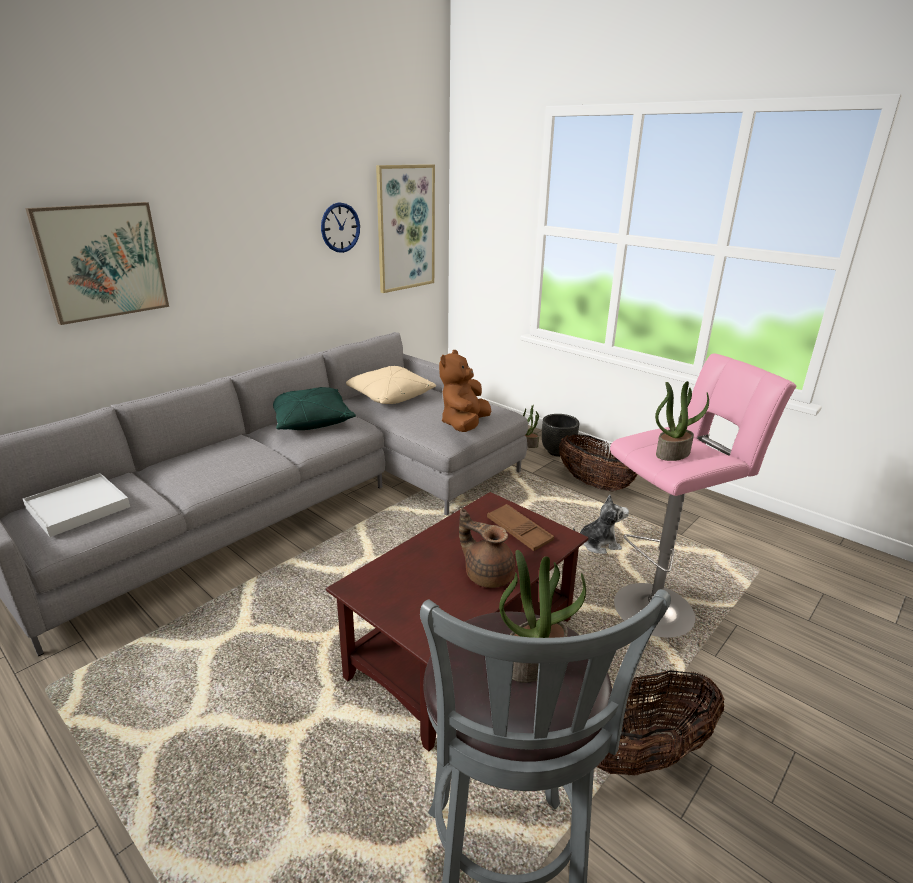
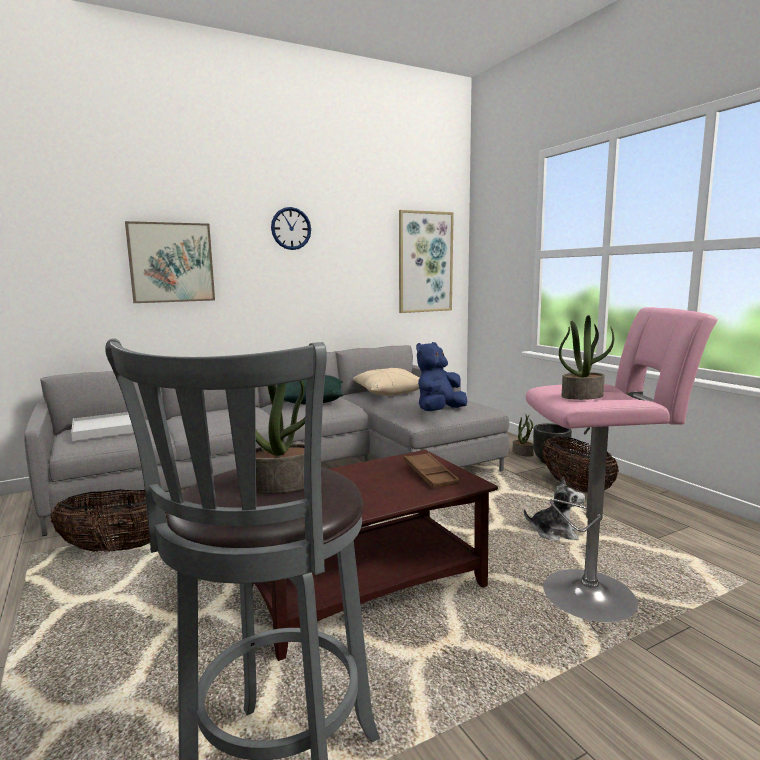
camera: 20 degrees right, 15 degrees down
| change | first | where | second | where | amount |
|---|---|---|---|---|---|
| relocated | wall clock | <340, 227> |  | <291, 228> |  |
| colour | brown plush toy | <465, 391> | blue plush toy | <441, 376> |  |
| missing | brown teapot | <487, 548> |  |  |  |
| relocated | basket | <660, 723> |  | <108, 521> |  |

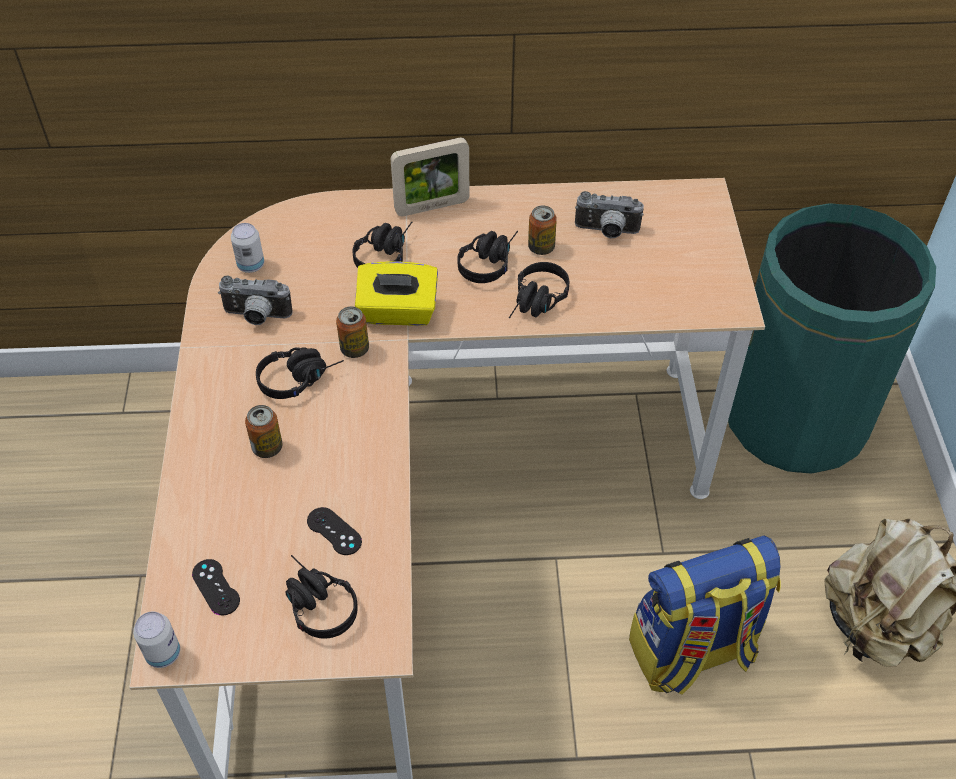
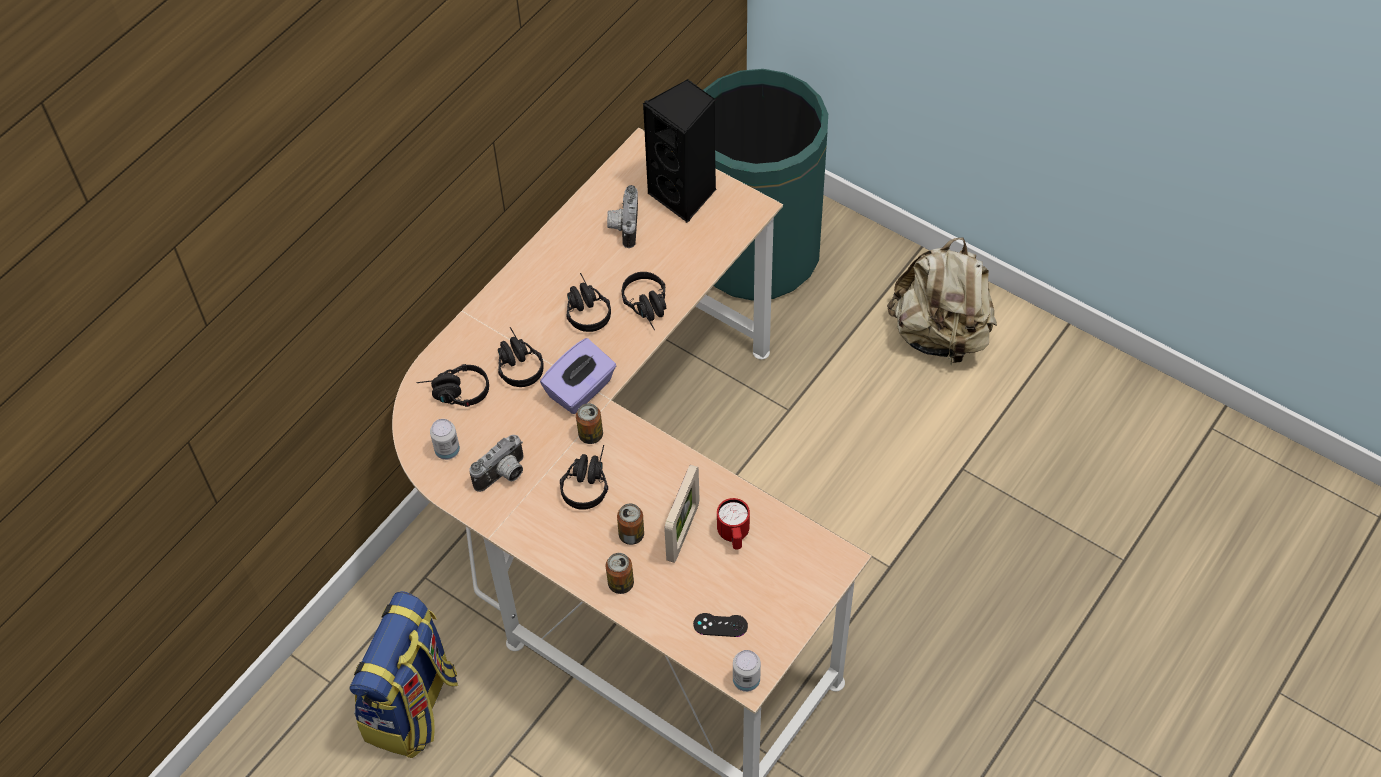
camera: 50 degrees left, 5 degrees up
| change | first | where | second | where | amount |
|---|---|---|---|---|---|
| relocated | black headphones | <321, 597> |  | <453, 385> |  |
| exchanged | black game controller | <334, 531> | red mug | <733, 524> |  |
| colour | yellow tissue box | <396, 293> | purple tissue box | <578, 376> |  |
| relocated | picture frame | <430, 177> |  | <681, 514> |  |
| relocated | can | <542, 230> |  | <620, 573> |  |
| spun | photo camera | <609, 214> |  | <622, 216> | 135 degrees clockwise |
| relocated | backpack | <705, 615> |  | <404, 674> |  |
| appeared |  |  | black speaker | <679, 151> |  |

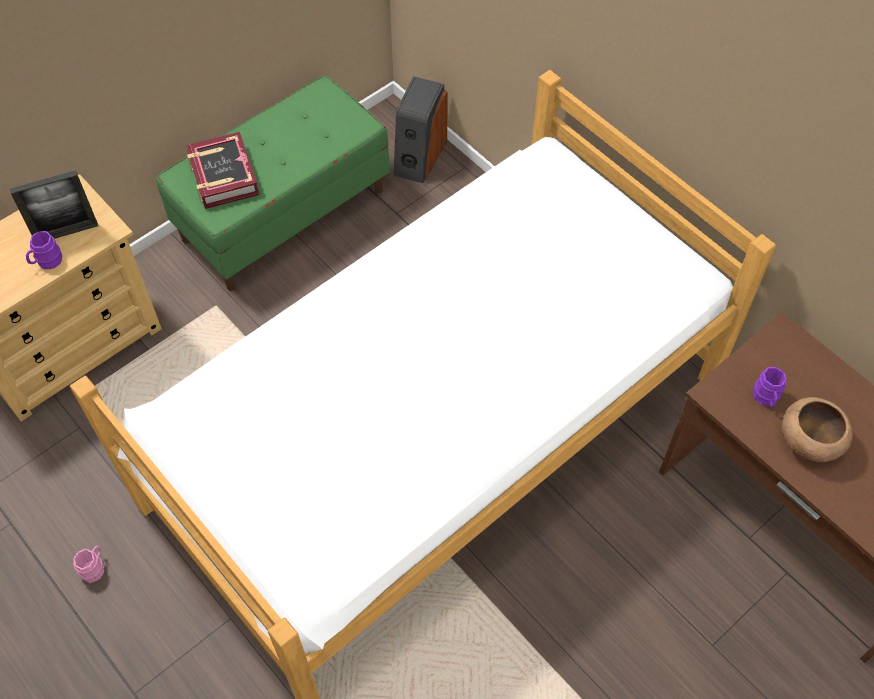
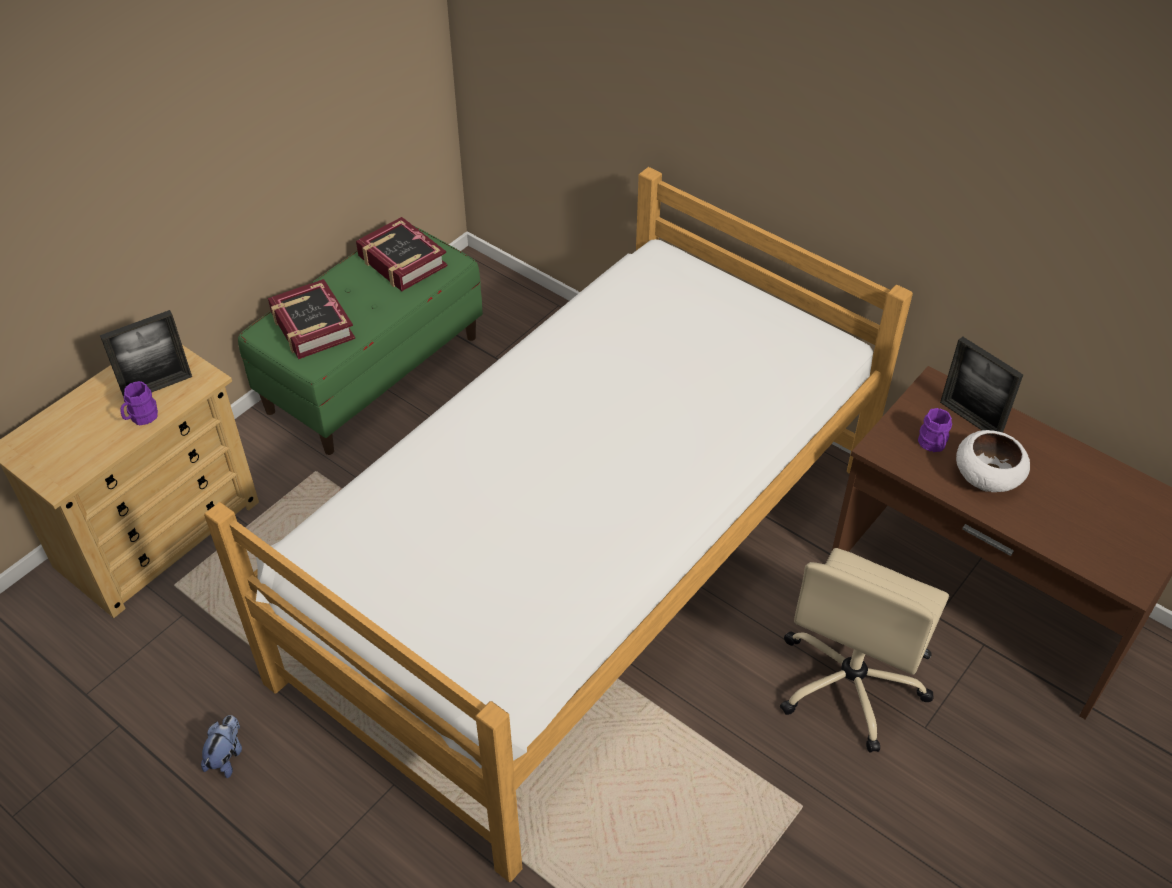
camera: 10 degrees left, 10 degrees down
| change | first | where | second | where | amount |
|---|---|---|---|---|---|
| exchanged | pink mug | <88, 564> | plush toy | <221, 746> |  |
| missing | speaker | <420, 129> |  |  |  |
| colour | brown bowl | <817, 429> | white bowl | <993, 461> |  |
| appeared |  |  | book | <402, 254> |  |
| appeared |  |  | beige office chair | <864, 650> |  |
| appeared |  |  | picture frame | <981, 385> |  |

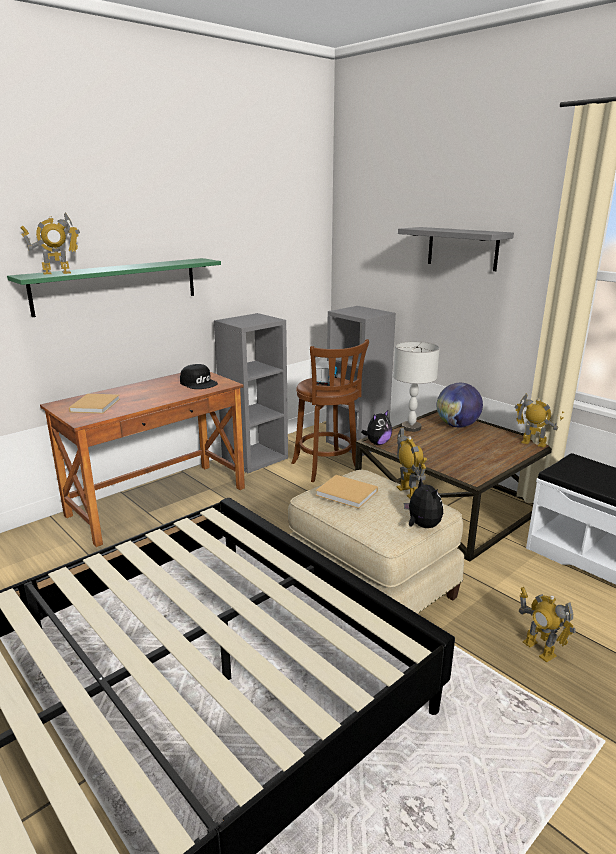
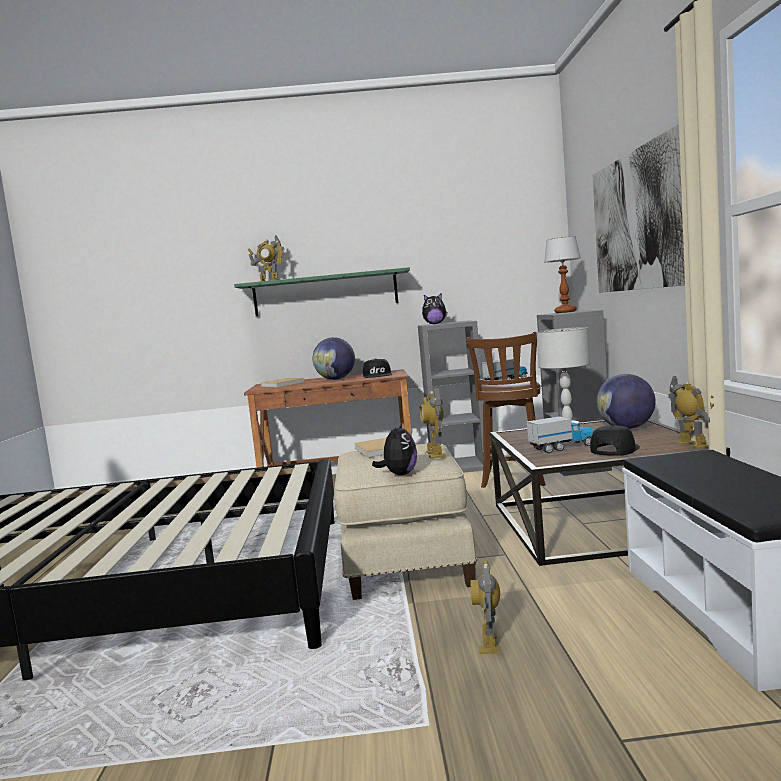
camera: 40 degrees right, 15 degrees down
| change | first | where | second | where | amount |
|---|---|---|---|---|---|
| relocated | plush toy | <376, 427> |  | <434, 308> |  |
| spun | toy robot | <411, 463> |  | <432, 423> | 150 degrees clockwise |
| exchanged | grey shelf | <456, 249> | picture | <638, 208> |  |
| appeared |  |  | globe | <334, 358> |  |
| appeared |  |  | toy truck | <560, 434> |  |
| appeared |  |  | table lamp | <562, 274> |  |
| appeared |  |  | black cap | <615, 440> |  |

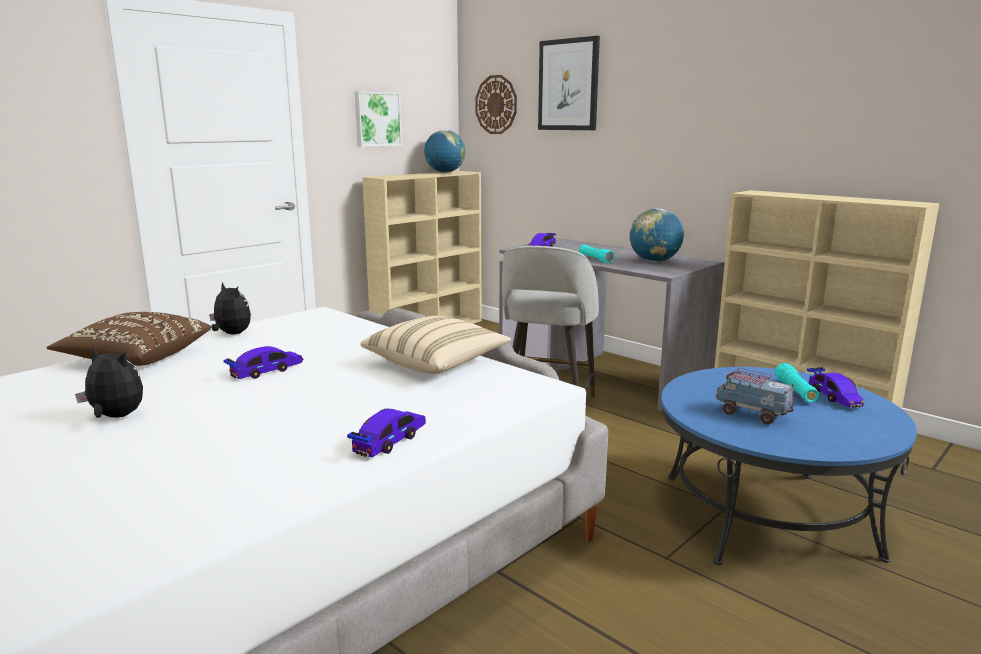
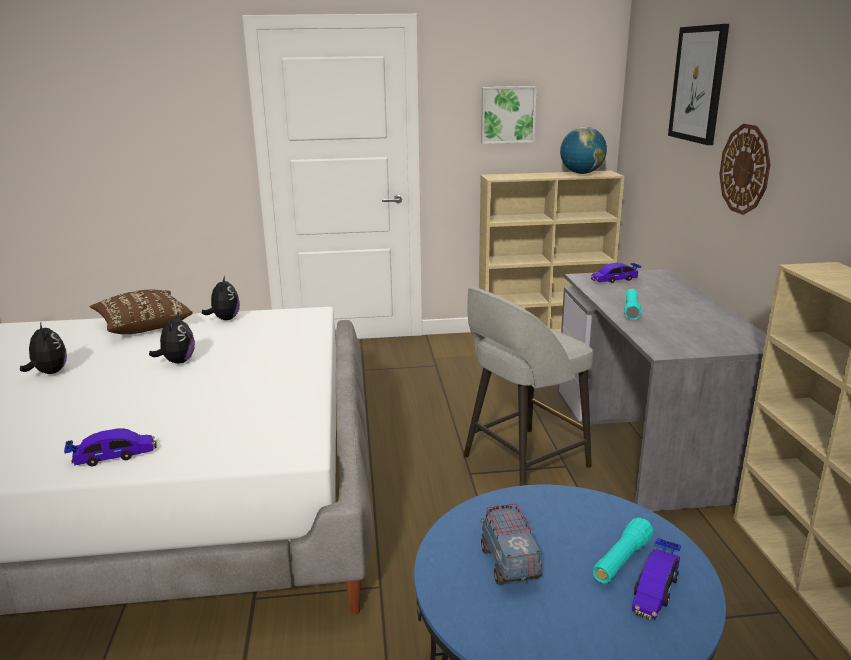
camera: 40 degrees right, 5 degrees up
| change | first | where | second | where | amount |
|---|---|---|---|---|---|
| exchanged | toy car | <263, 362> | plush toy | <172, 337> |  |
| missing | beige pillow | <435, 345> |  |  |  |
| relocated | wall clock | <496, 104> |  | <745, 169> |  |
| missing | globe | <656, 235> |  |  |  |

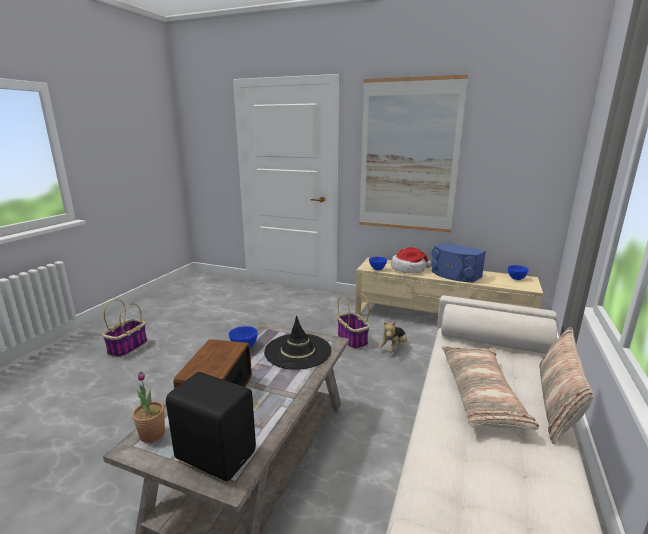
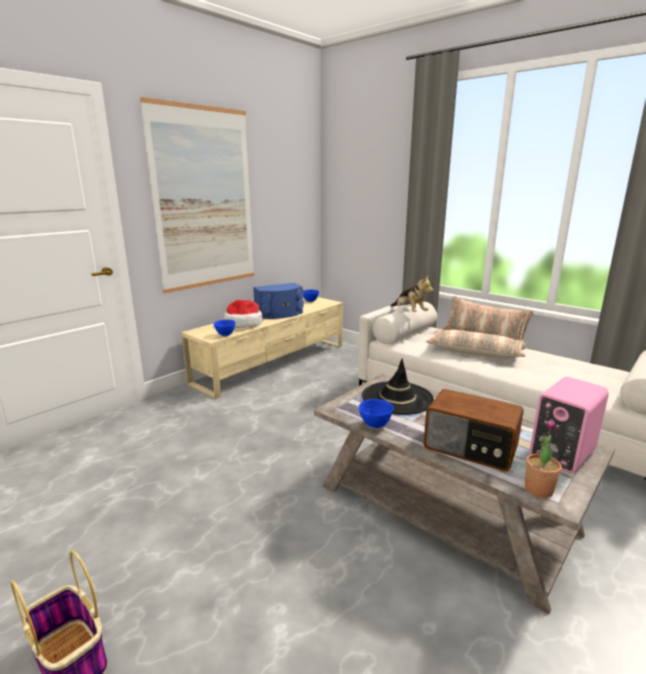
camera: 70 degrees left, 0 degrees up
| change | first | where | second | where | amount |
|---|---|---|---|---|---|
| colour | black speaker | <211, 426> | pink speaker | <569, 425> |  |
| missing | basket | <353, 321> |  |  |  |
| relocated | plush toy | <392, 337> |  | <411, 294> |  |

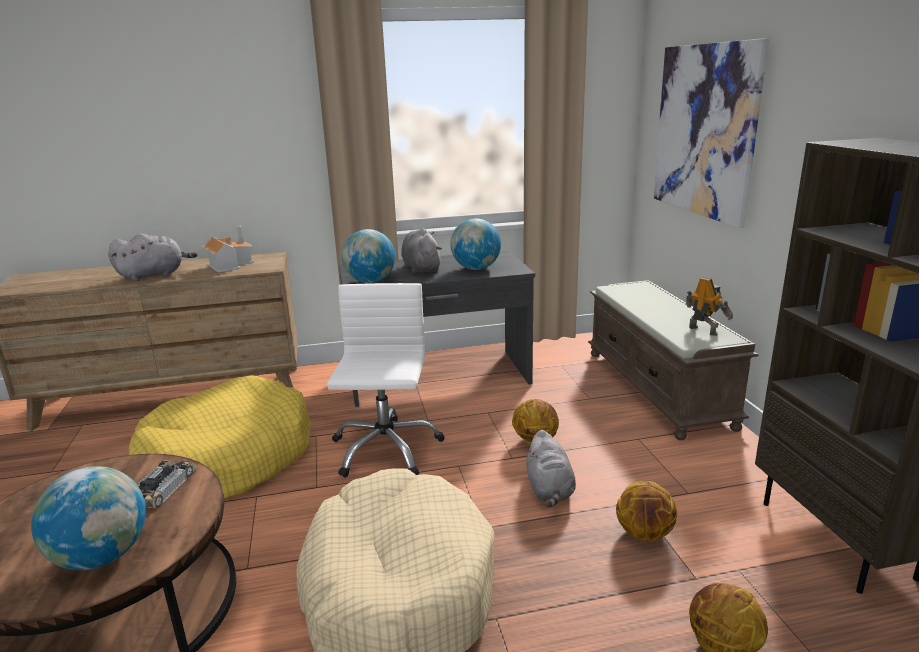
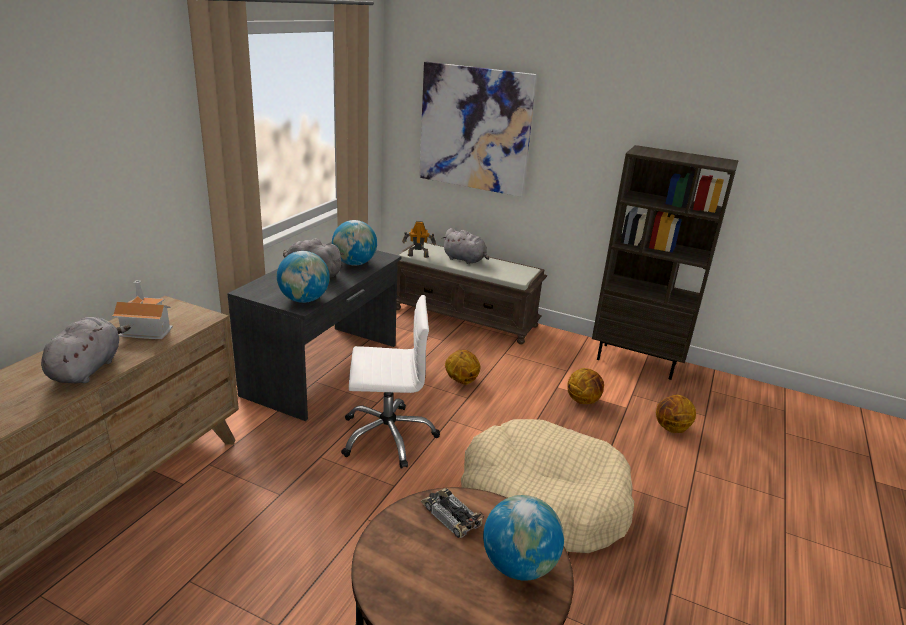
camera: 55 degrees left, 5 degrees up
| change | first | where | second | where | amount |
|---|---|---|---|---|---|
| missing | yellow dog bed | <220, 436> |  |  |  |
| spun | white office chair | <385, 380> |  | <390, 382> | 135 degrees clockwise |
| relocated | grey plush toy | <551, 469> |  | <465, 246> |  |
| relocated | toy robot | <709, 306> |  | <419, 239> |  |

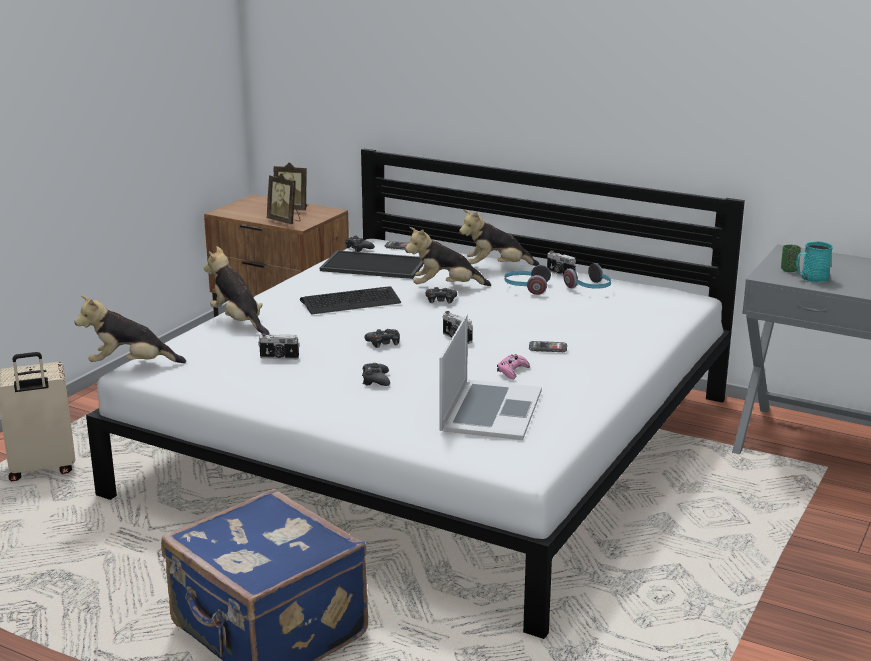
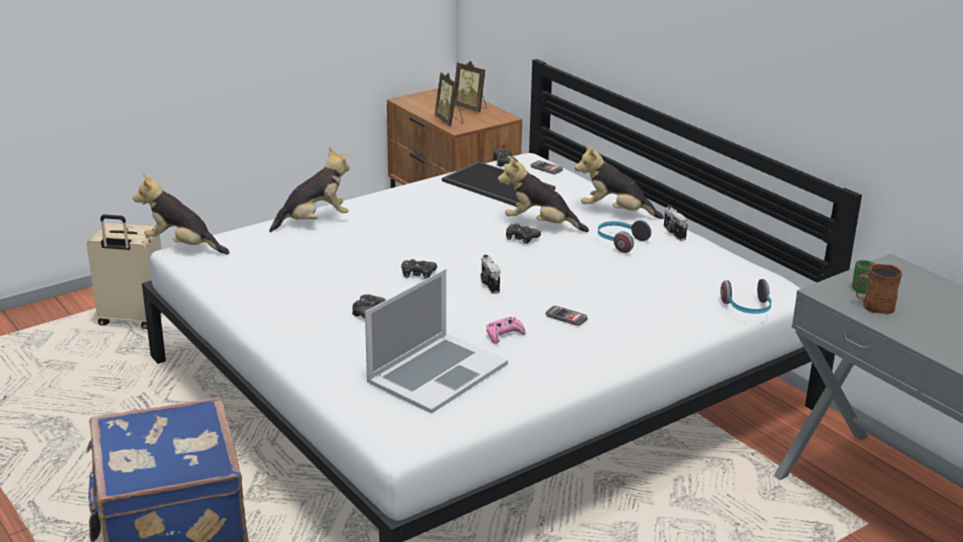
camera: 25 degrees right, 5 degrees up
| change | first | where | second | where | amount |
|---|---|---|---|---|---|
| spun | plush toy | <236, 290> |  | <309, 189> | 75 degrees clockwise |
| missing | photo camera | <279, 346> |  |  |  |
| missing | keyboard | <350, 301> |  |  |  |
| relocated | headphones | <587, 276> |  | <746, 296> |  |
| colour | turquoise mug | <814, 262> | brown mug | <878, 289> |  |

